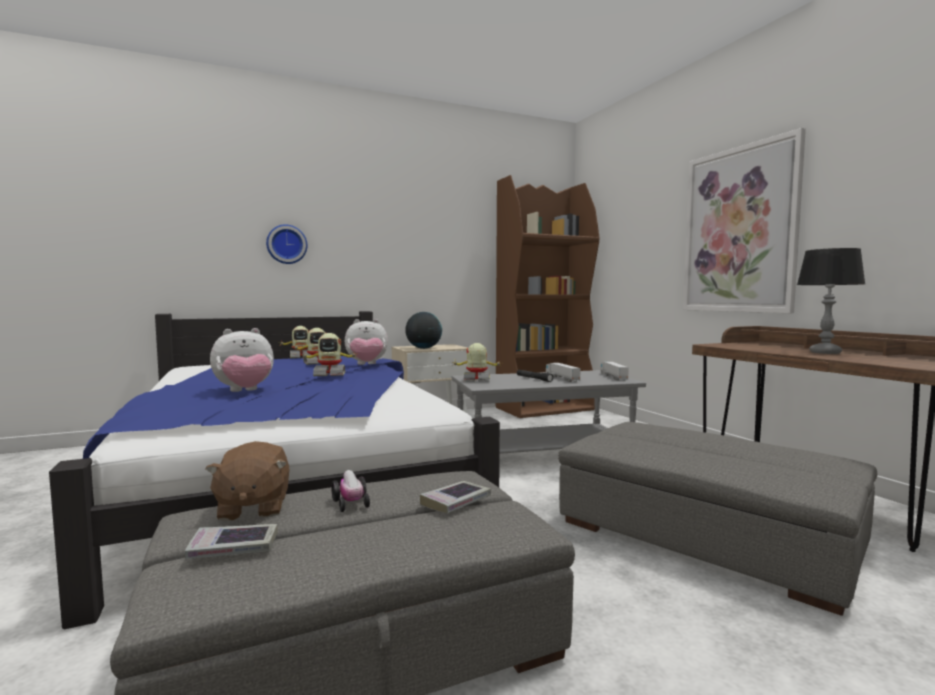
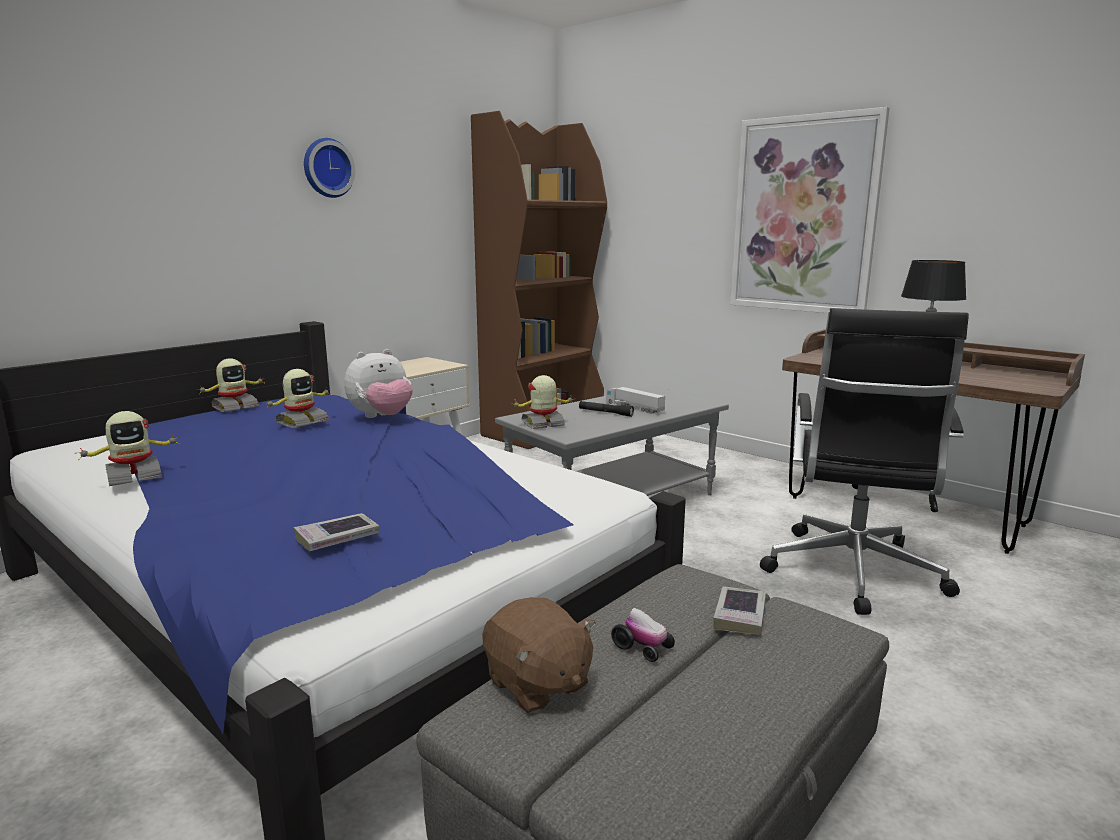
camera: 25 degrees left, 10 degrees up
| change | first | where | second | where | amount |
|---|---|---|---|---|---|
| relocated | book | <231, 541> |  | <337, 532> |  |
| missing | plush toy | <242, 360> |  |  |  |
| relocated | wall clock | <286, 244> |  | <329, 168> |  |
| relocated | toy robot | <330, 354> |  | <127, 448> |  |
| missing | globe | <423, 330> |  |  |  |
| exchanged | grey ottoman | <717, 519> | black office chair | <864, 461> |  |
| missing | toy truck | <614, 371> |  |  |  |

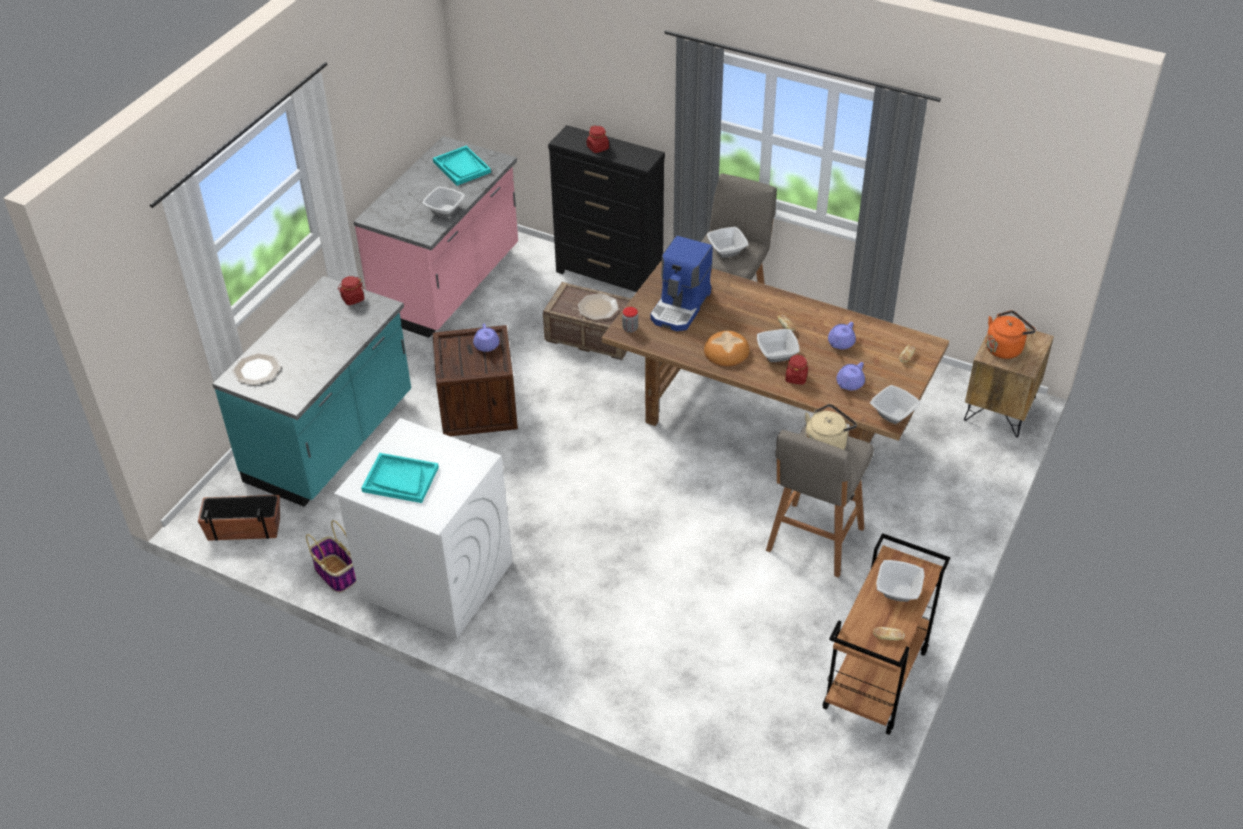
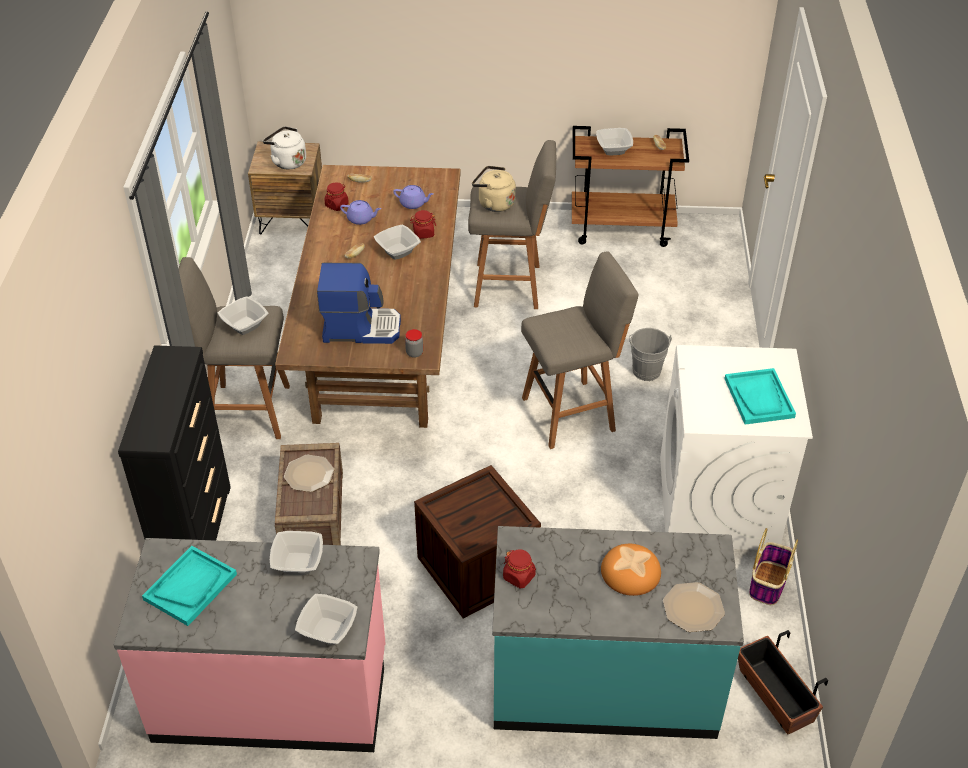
camera: 115 degrees left, 0 degrees up
| change | first | where | second | where | amount |
|---|---|---|---|---|---|
| missing | purple teapot | <486, 337> |  |  |  |
| relocated | red jar | <598, 139> |  | <336, 197> |  |
| relocated | bread | <727, 348> |  | <631, 570> |  |
| relocated | bowl | <895, 404> |  | <326, 619> |  |
| colour | orange kettle | <1011, 334> | white kettle | <284, 147> |  |
| appeared |  |  | grey stool | <579, 350> |  |
| appeared |  |  | grey bucket | <650, 354> |  |

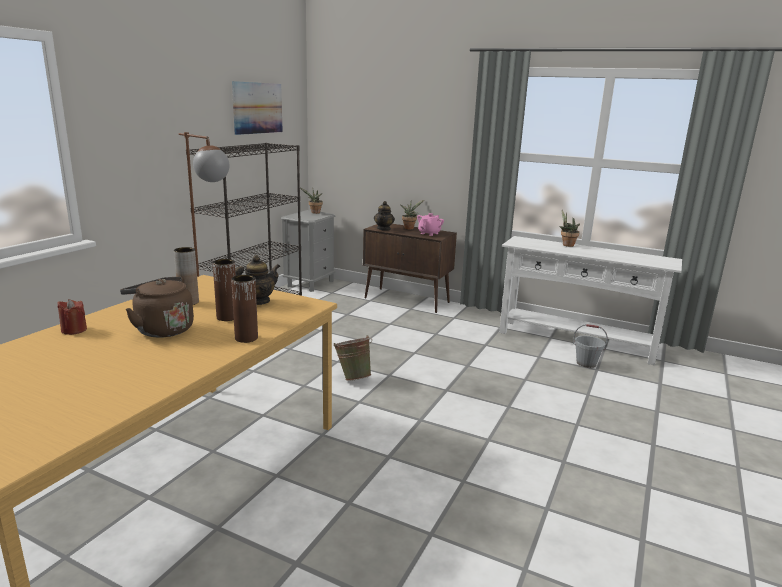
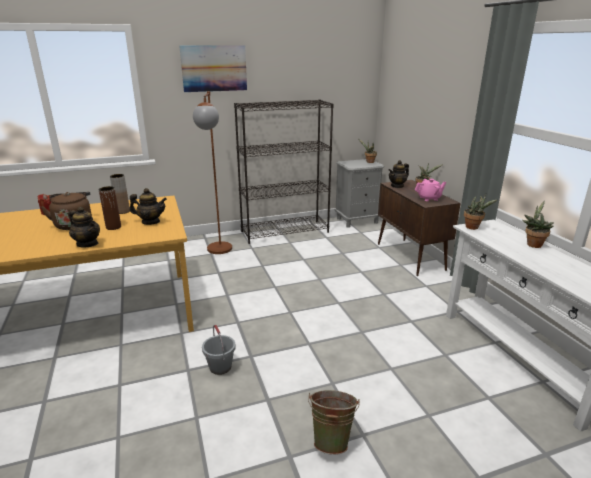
camera: 45 degrees right, 5 degrees up
| change | first | where | second | where | amount |
|---|---|---|---|---|---|
| exchanged | brown vase | <244, 309> | teapot | <84, 227> |  |
| relocated | picture | <257, 108> |  | <213, 68> |  |
| relocated | green bucket | <352, 358> |  | <334, 422> |  |
| relocated | grey bucket | <590, 346> |  | <219, 350> |  |
| appeared |  |  | potted plant | <480, 212> |  |

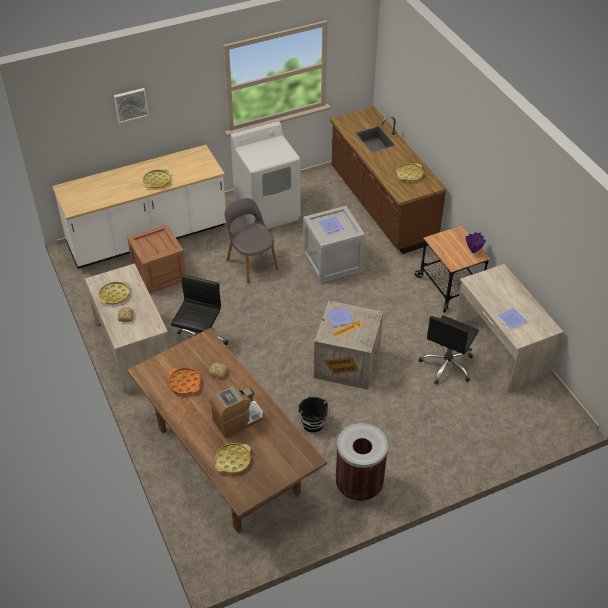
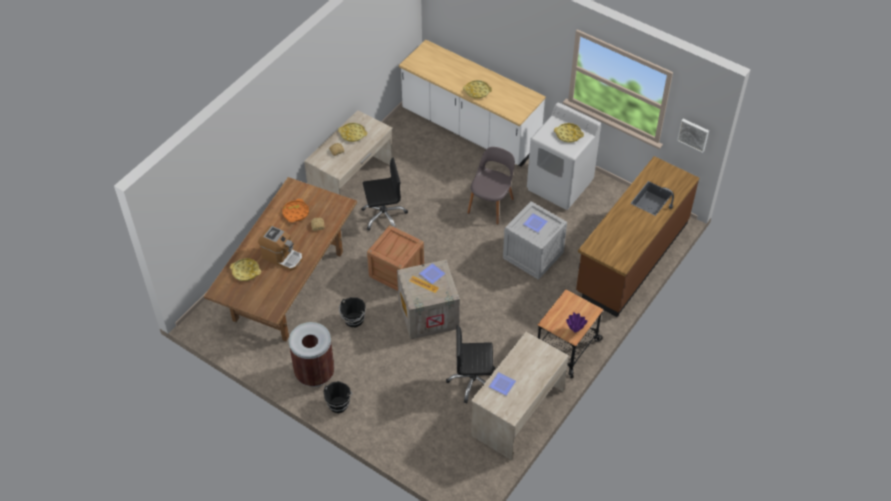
camera: 60 degrees right, 5 degrees up
| change | first | where | second | where | amount |
|---|---|---|---|---|---|
| relocated | picture | <131, 105> |  | <693, 136> |  |
| relocated | crate | <156, 259> |  | <395, 258> |  |
| relocated | yellow tray | <409, 172> |  | <569, 133> |  |
| appeared |  |  | black bucket | <338, 397> |  |

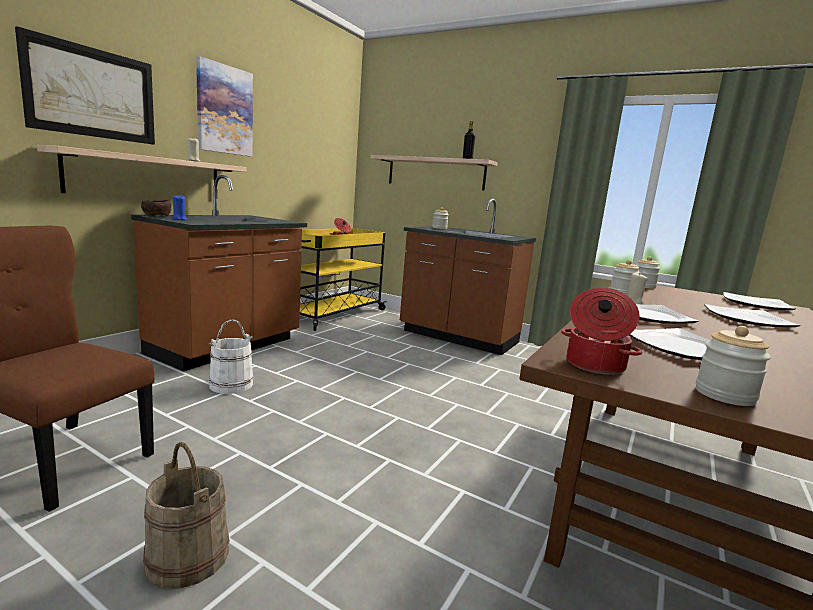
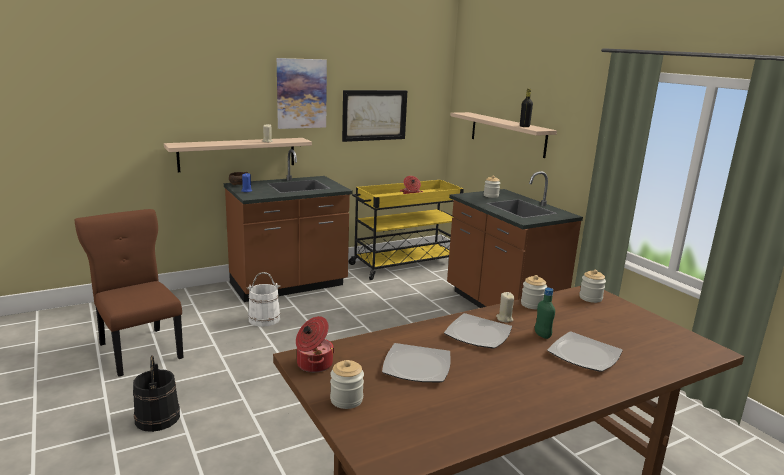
camera: 30 degrees right, 5 degrees up
| change | first | where | second | where | amount |
|---|---|---|---|---|---|
| relocated | picture | <85, 85> |  | <374, 116> |  |
| colour | beige bucket | <186, 515> | black bucket | <156, 393> |  |
| missing | plate | <759, 301> |  |  |  |
| appeared |  |  | green bottle | <545, 313> |  |

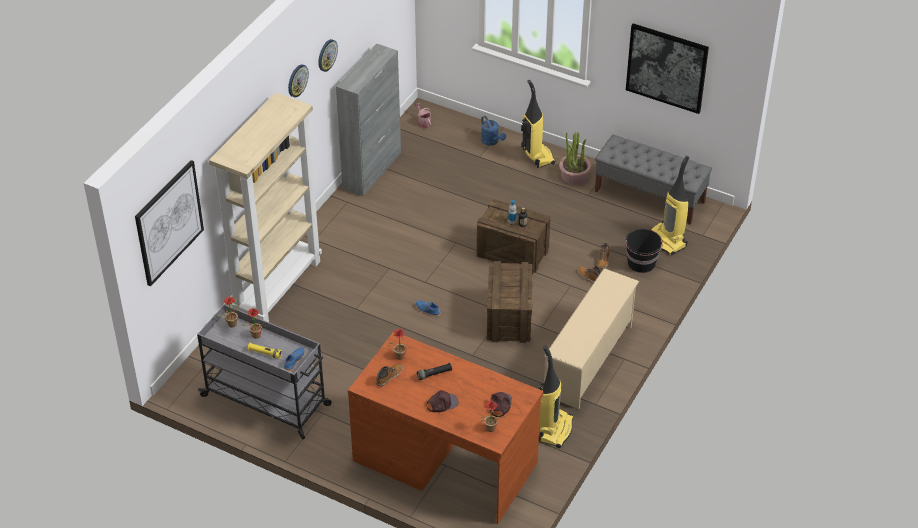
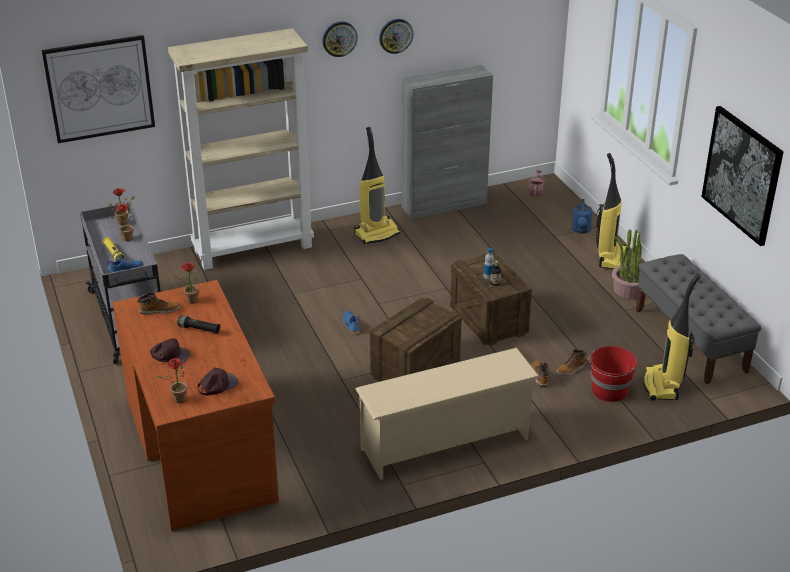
camera: 40 degrees right, 10 degrees down
| change | first | where | second | where | amount |
|---|---|---|---|---|---|
| relocated | vacuum cleaner | <556, 396> |  | <377, 186> |  |
| colour | black bucket | <644, 251> | red bucket | <613, 374> |  |

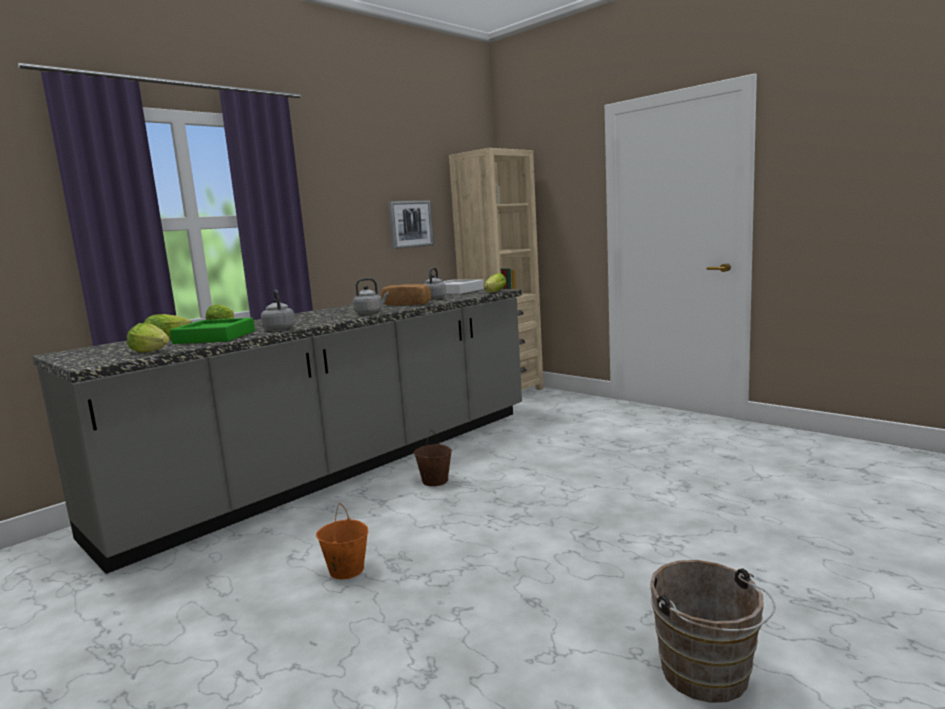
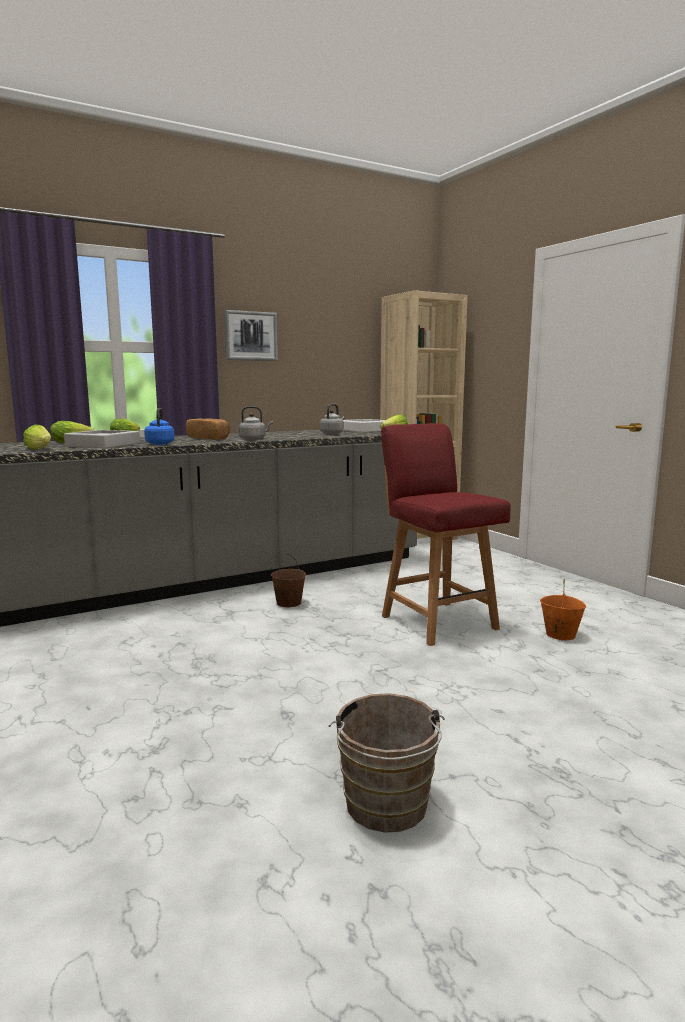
camera: 15 degrees right, 0 degrees up
| change | first | where | second | where | amount |
|---|---|---|---|---|---|
| colour | green tray | <212, 331> | grey tray | <102, 439> |  |
| colour | grey kettle | <278, 310> | blue kettle | <159, 426> |  |
| relocated | orange bucket | <342, 541> |  | <563, 609> |  |
| relocated | bread | <406, 294> |  | <208, 429> |  |
| relocated | picture | <411, 224> |  | <251, 335> |  |
| appeared |  |  | red chair | <446, 534> |  |

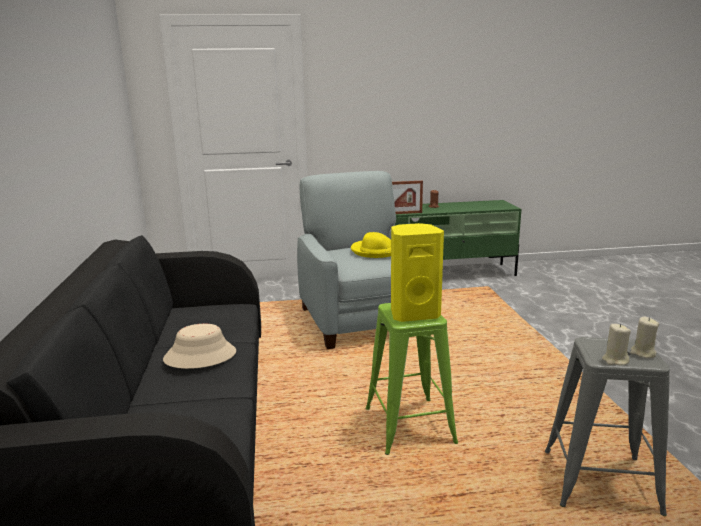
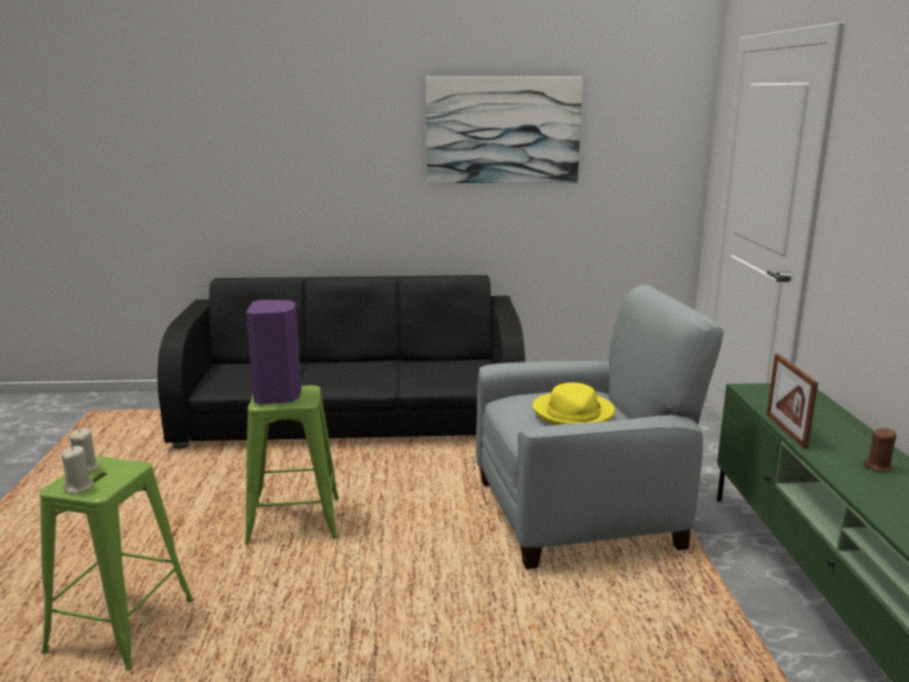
camera: 95 degrees right, 0 degrees up
| change | first | where | second | where | amount |
|---|---|---|---|---|---|
| missing | beige hat | <199, 346> |  |  |  |
| colour | yellow speaker | <417, 272> | purple speaker | <274, 352> |  |
| colour | grey stool | <607, 426> | green stool | <117, 563> |  |
| appeared |  |  | picture | <504, 129> |  |

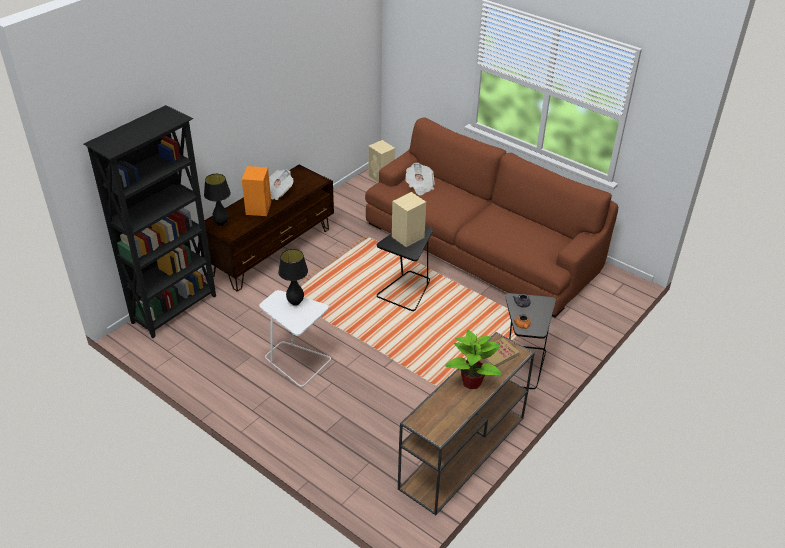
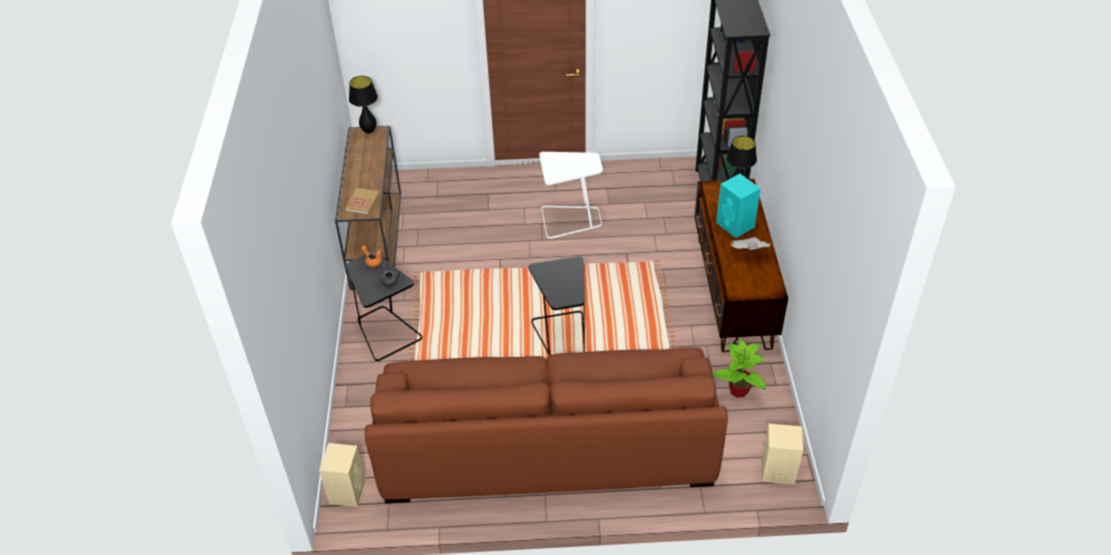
camera: 140 degrees right, 5 degrees up
| change | first | where | second | where | amount |
|---|---|---|---|---|---|
| colour | orange speaker | <256, 191> | turquoise speaker | <738, 206> |  |
| relocated | black table lamp | <293, 277> |  | <363, 105> |  |
| relocated | beige speaker | <409, 219> |  | <342, 475> |  |
| missing | newspaper | <419, 179> |  |  |  |
| relocated | potted plant | <473, 359> |  | <739, 368> |  |

